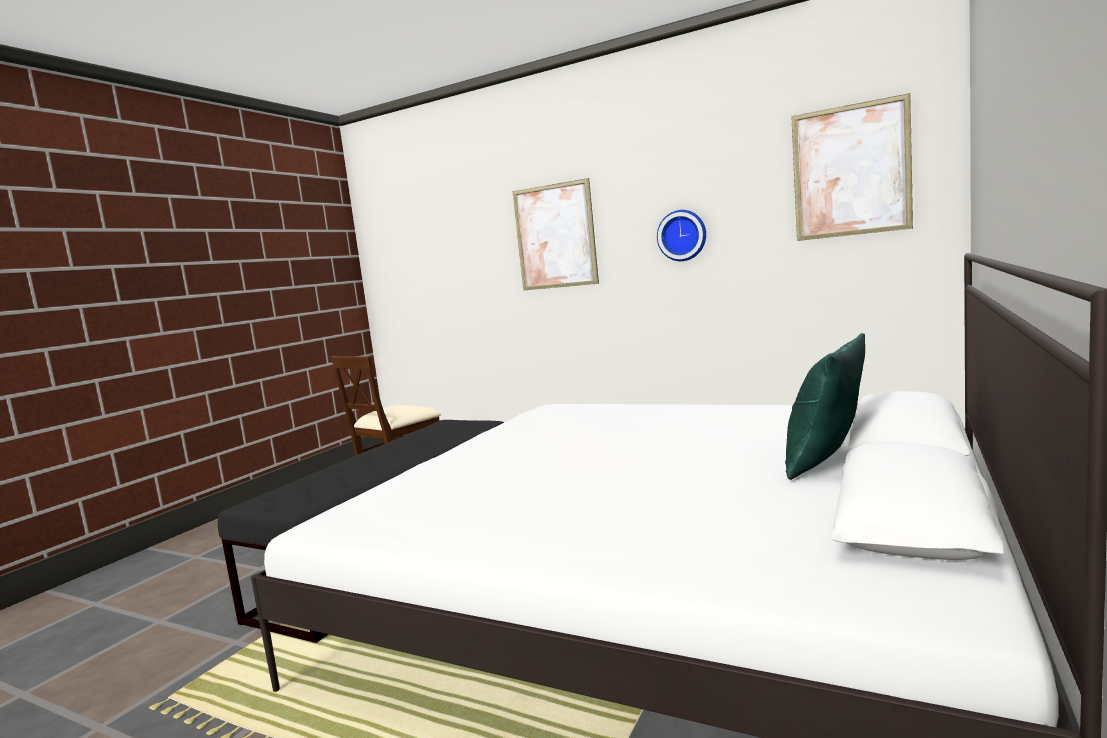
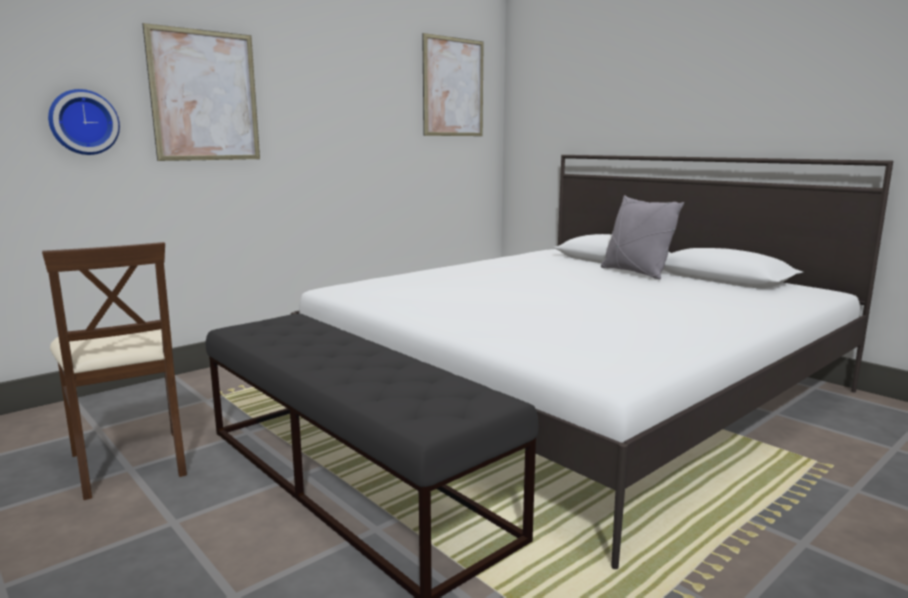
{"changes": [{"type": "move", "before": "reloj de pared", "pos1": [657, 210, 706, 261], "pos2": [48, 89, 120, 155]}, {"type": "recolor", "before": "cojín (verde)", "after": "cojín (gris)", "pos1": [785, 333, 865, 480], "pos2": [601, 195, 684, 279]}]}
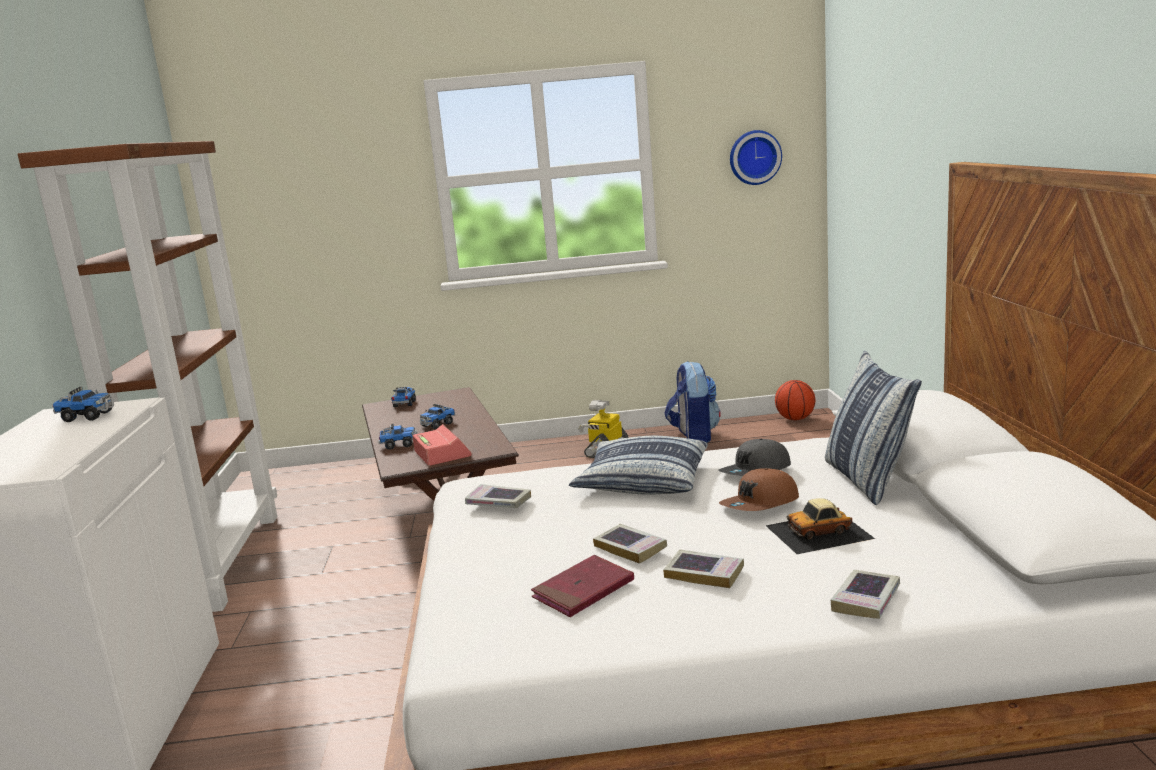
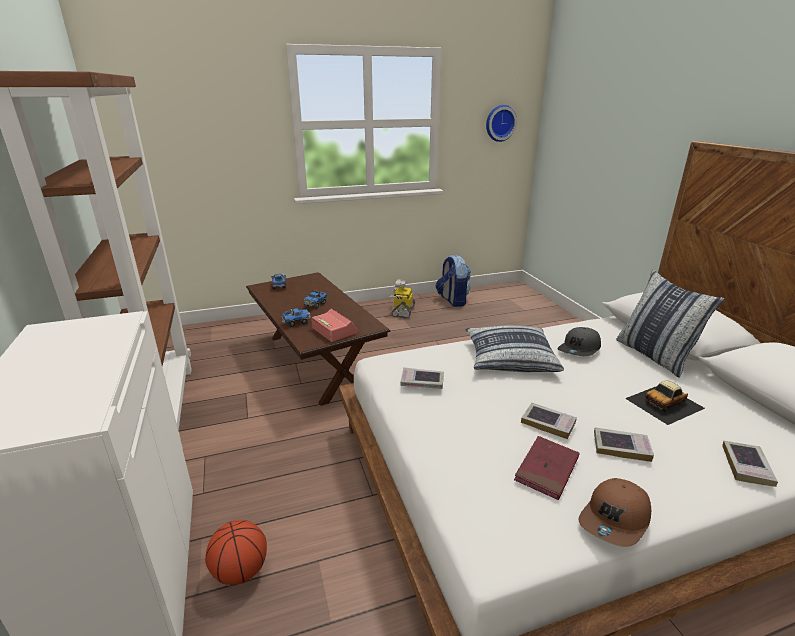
{"changes": [{"type": "move", "before": "balón de baloncesto", "pos1": [775, 380, 815, 420], "pos2": [205, 520, 267, 585]}, {"type": "move", "before": "gorra (marrón)", "pos1": [719, 468, 799, 511], "pos2": [579, 478, 651, 547]}, {"type": "delete", "before": "camión de juguete", "pos1": [53, 387, 114, 422]}]}
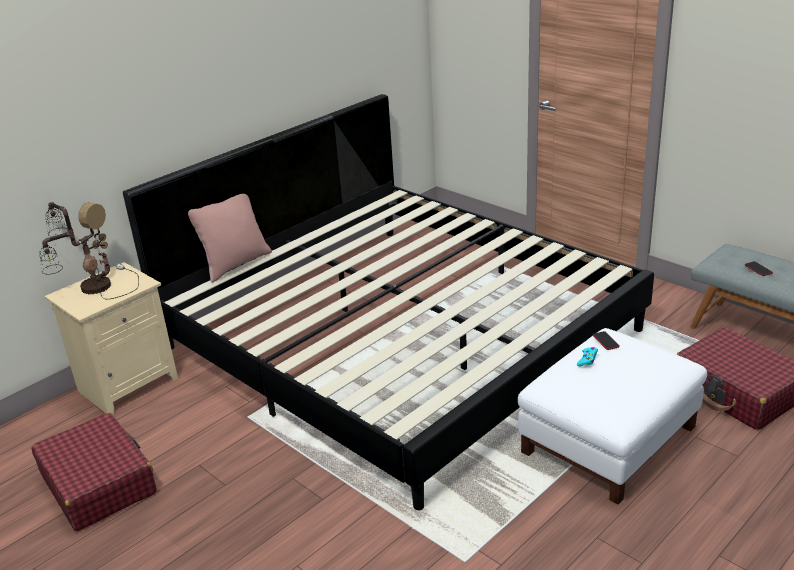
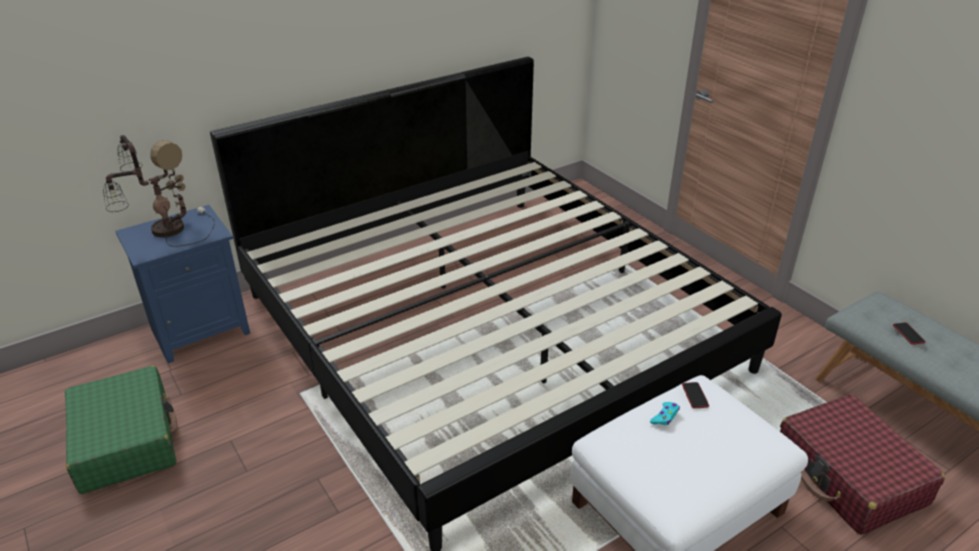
{"changes": [{"type": "recolor", "before": "maleta (rojo)", "after": "maleta (verde)", "pos1": [31, 412, 157, 531], "pos2": [65, 365, 178, 494]}, {"type": "recolor", "before": "mesita de noche (beis)", "after": "mesita de noche (azul)", "pos1": [45, 262, 178, 415], "pos2": [115, 205, 250, 363]}, {"type": "delete", "before": "cojín (rosa)", "pos1": [188, 194, 272, 283]}]}
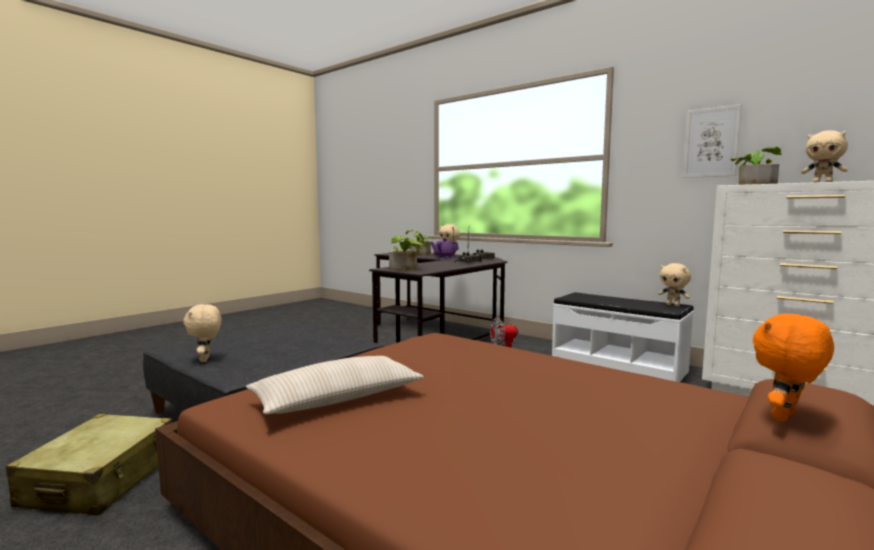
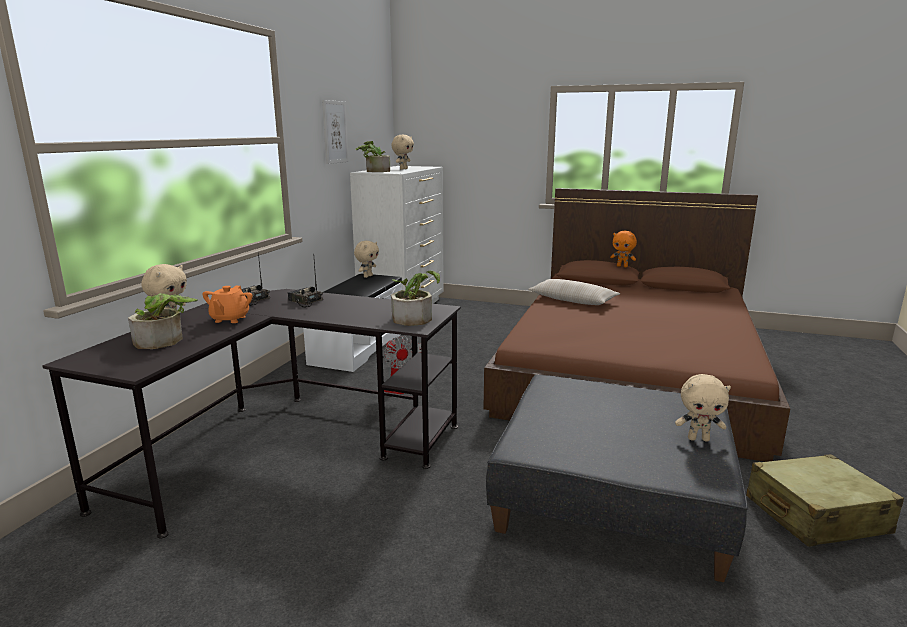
{"changes": [{"type": "recolor", "before": "tetera (morado)", "after": "tetera (naranja)", "pos1": [430, 238, 459, 258], "pos2": [202, 286, 252, 323]}, {"type": "move", "before": "cojín (beis)", "pos1": [246, 356, 424, 414], "pos2": [528, 279, 620, 305]}, {"type": "rotate", "before": "peluche (beis)", "pos1": [183, 304, 221, 362], "pos2": [675, 374, 731, 442], "turn": 45}]}
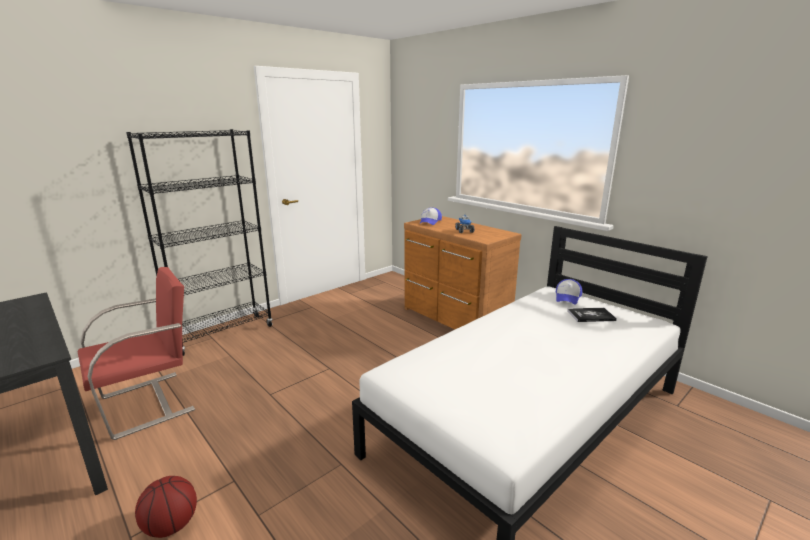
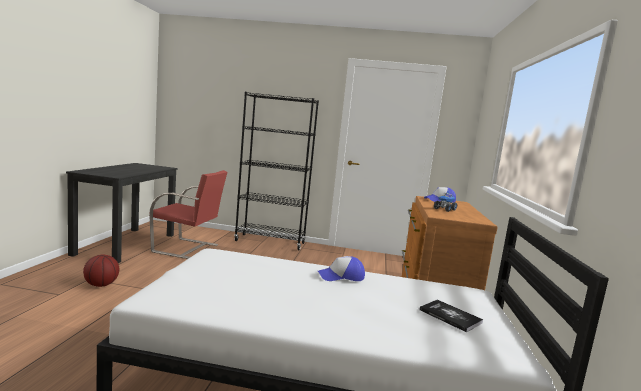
{"changes": [{"type": "move", "before": "gorra", "pos1": [556, 279, 582, 305], "pos2": [318, 256, 365, 281]}]}
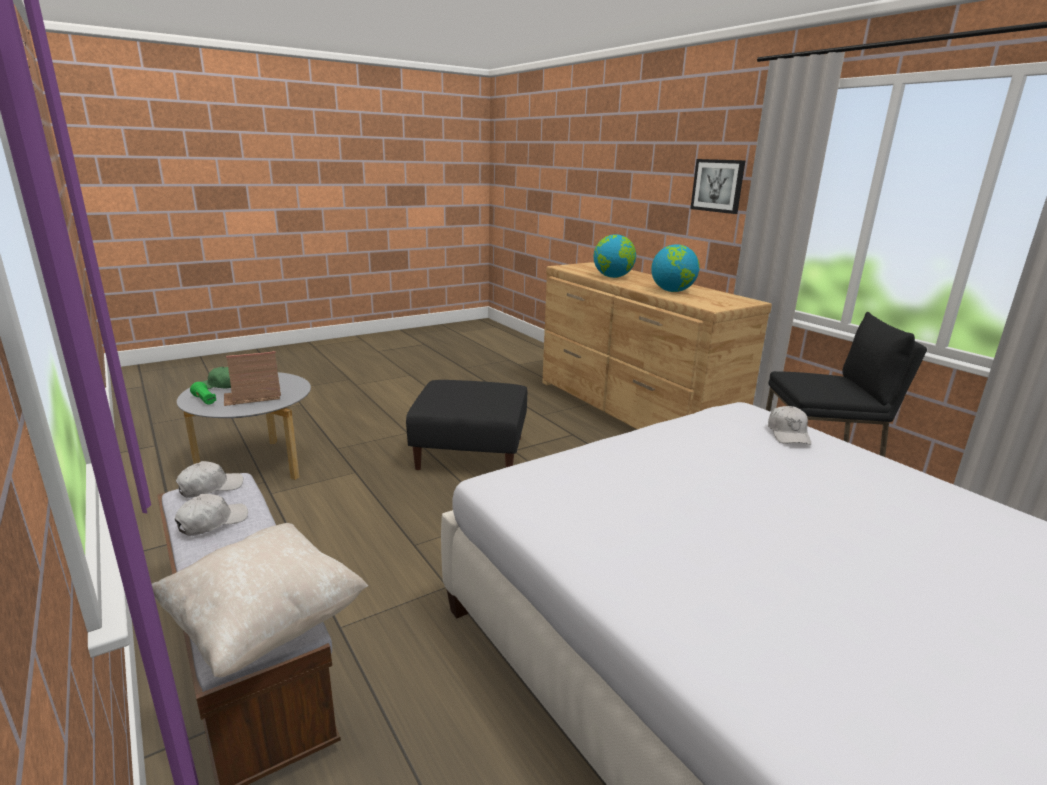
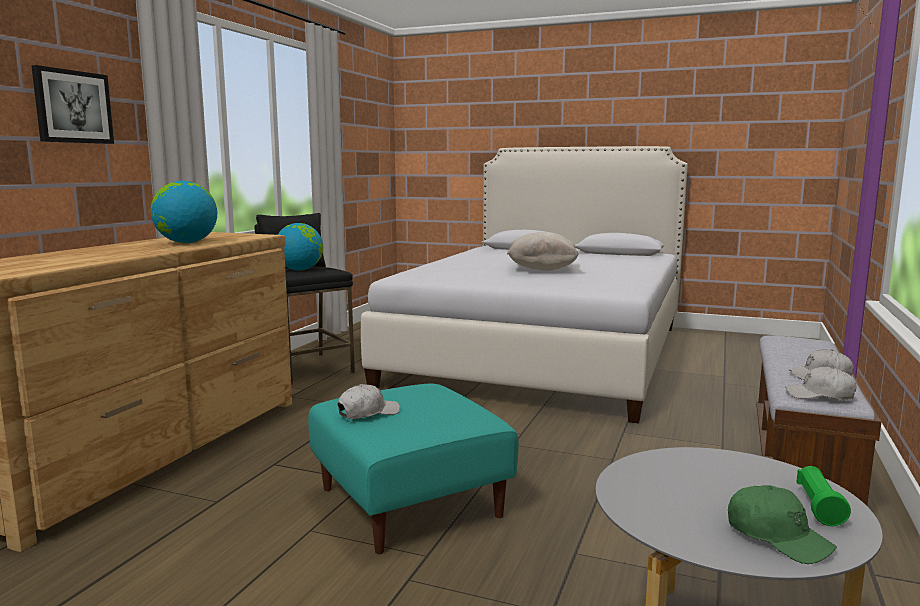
{"changes": [{"type": "move", "before": "globo terráqueo", "pos1": [593, 234, 636, 278], "pos2": [278, 223, 323, 271]}, {"type": "recolor", "before": "puf (negro)", "after": "puf (turquesa)", "pos1": [406, 380, 527, 470], "pos2": [308, 384, 518, 554]}, {"type": "move", "before": "gorra (blanco)", "pos1": [768, 406, 812, 445], "pos2": [338, 384, 400, 419]}, {"type": "move", "before": "cojín (beis)", "pos1": [152, 523, 368, 677], "pos2": [507, 232, 579, 271]}, {"type": "delete", "before": "casita", "pos1": [224, 351, 281, 406]}]}
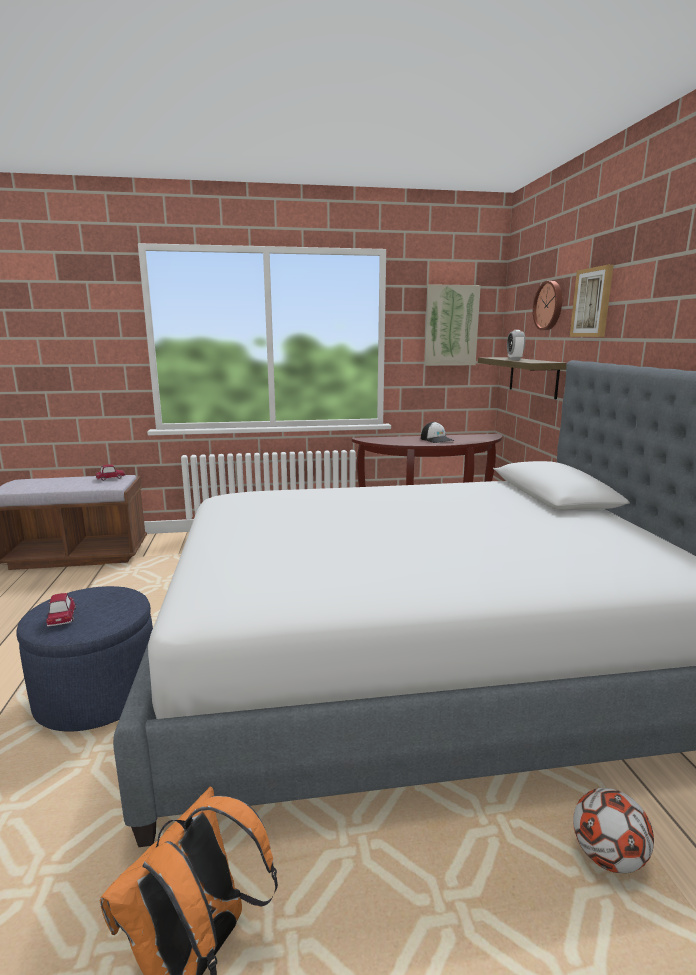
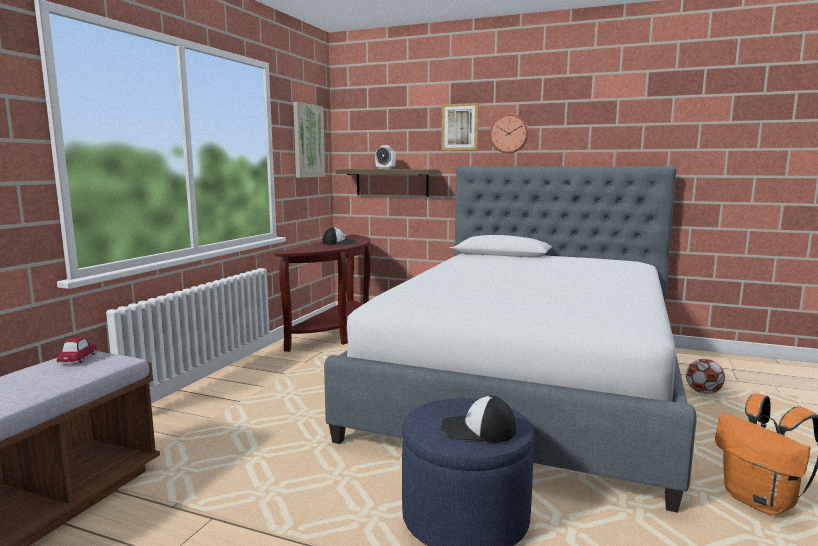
{"changes": [{"type": "replace", "before": "coche de juguete", "after": "gorra", "pos1": [46, 593, 76, 626], "pos2": [442, 396, 516, 443]}, {"type": "move", "before": "reloj de pared", "pos1": [533, 281, 562, 330], "pos2": [490, 114, 529, 153]}]}
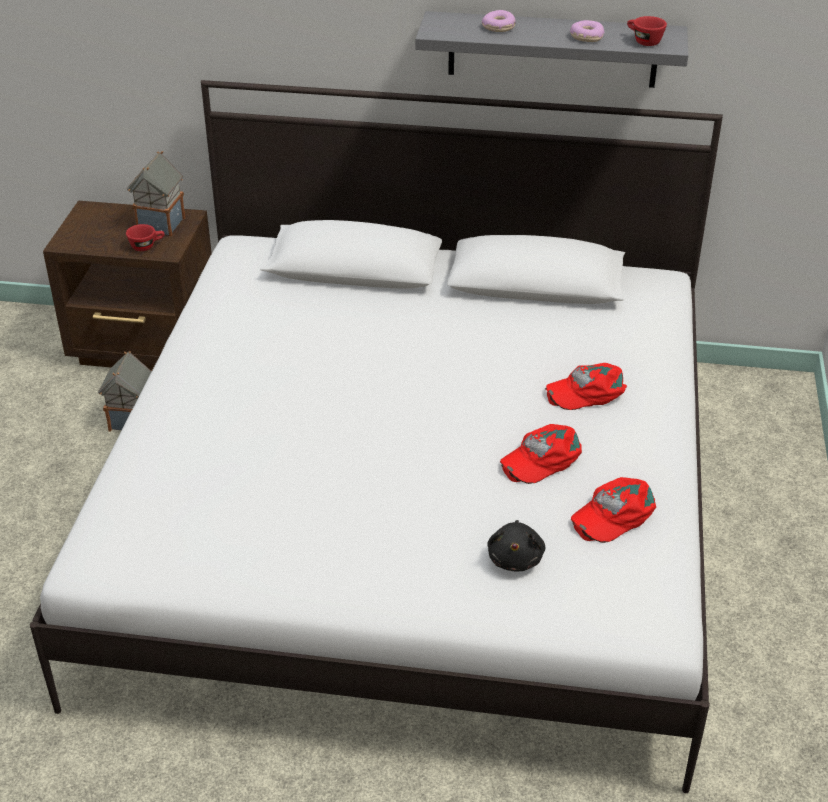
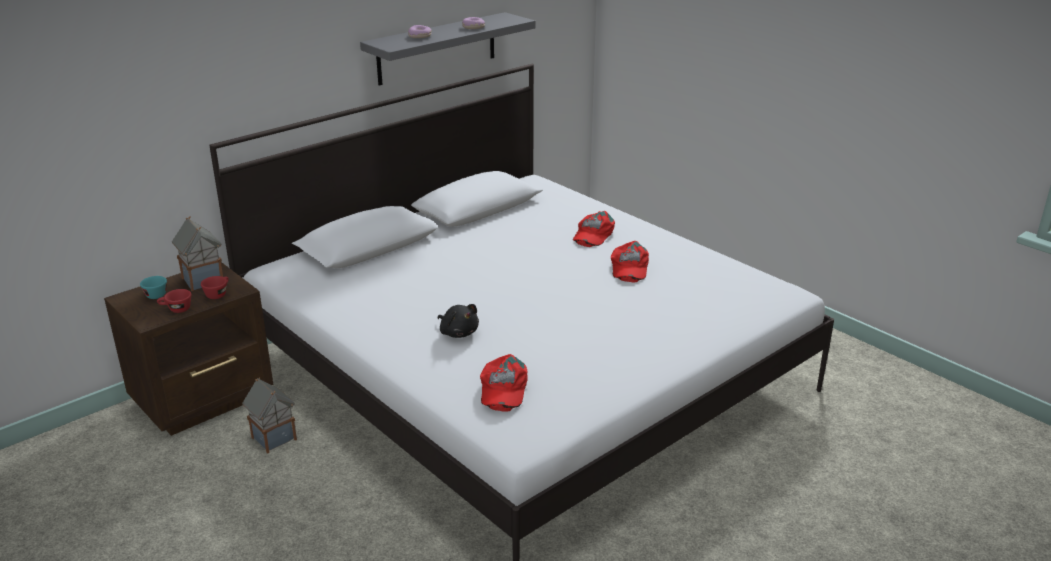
{"changes": [{"type": "insert", "after": "taza (turquesa)", "pos2": [140, 276, 167, 299]}, {"type": "move", "before": "taza (rojo)", "pos1": [627, 16, 667, 46], "pos2": [157, 289, 191, 313]}, {"type": "move", "before": "peluche (negro)", "pos1": [487, 520, 545, 572], "pos2": [438, 304, 479, 338]}, {"type": "move", "before": "gorra (rojo)", "pos1": [571, 477, 656, 543], "pos2": [480, 354, 528, 412]}]}
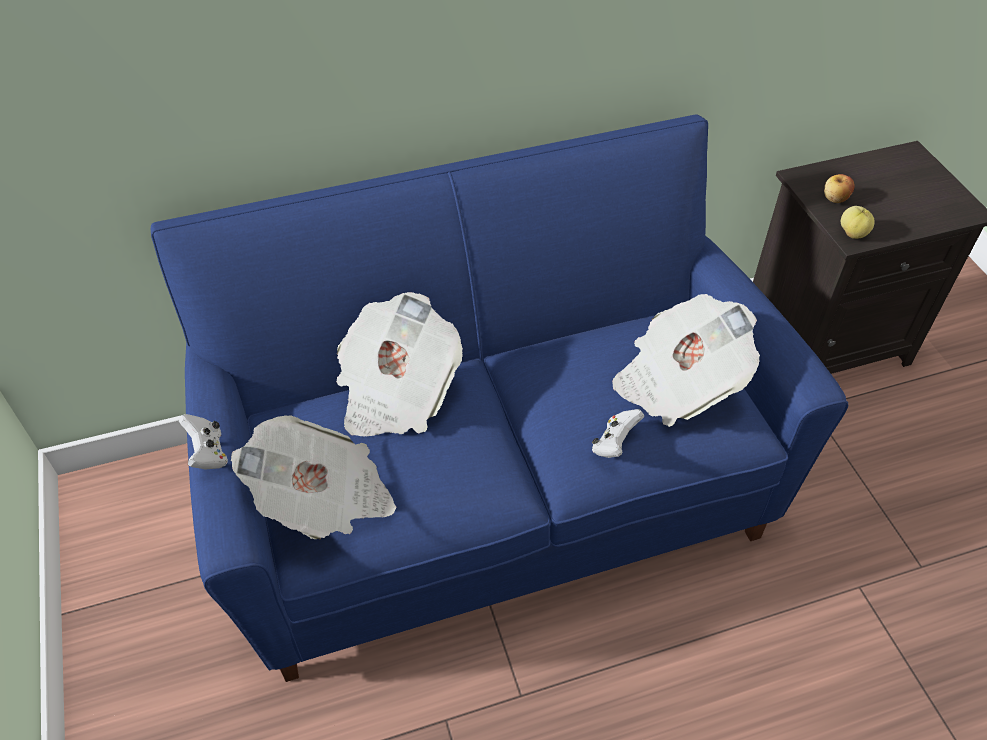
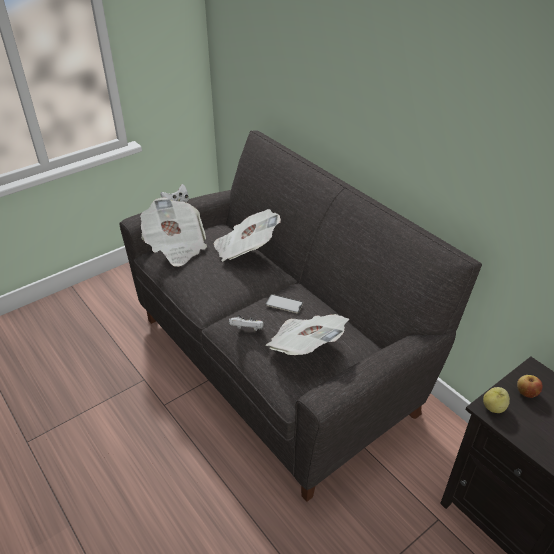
{"changes": [{"type": "recolor", "before": "sofá (azul)", "after": "sofá (gris)", "pos1": [151, 114, 848, 682], "pos2": [120, 130, 482, 502]}, {"type": "insert", "after": "móvil", "pos2": [265, 294, 303, 313]}]}
